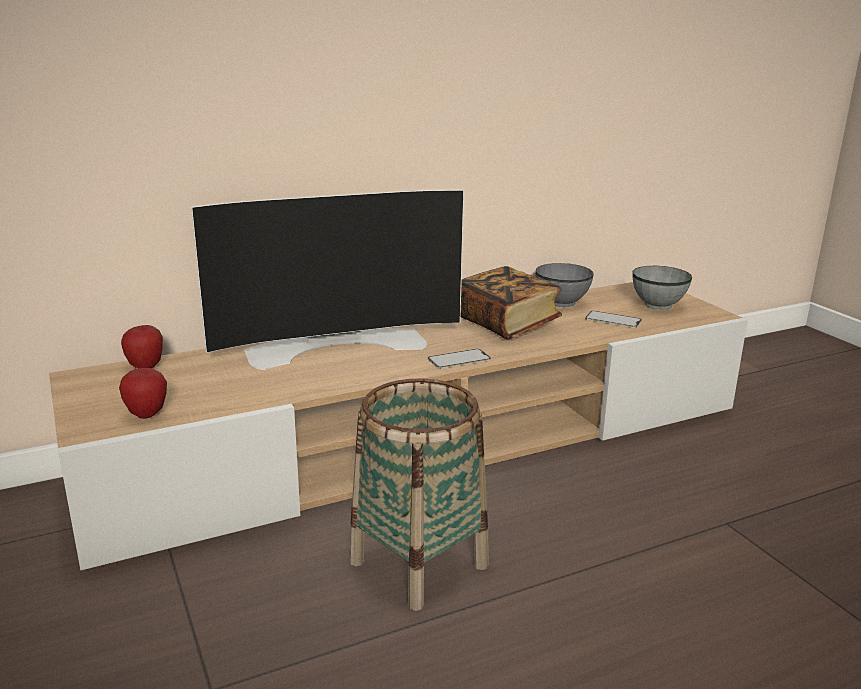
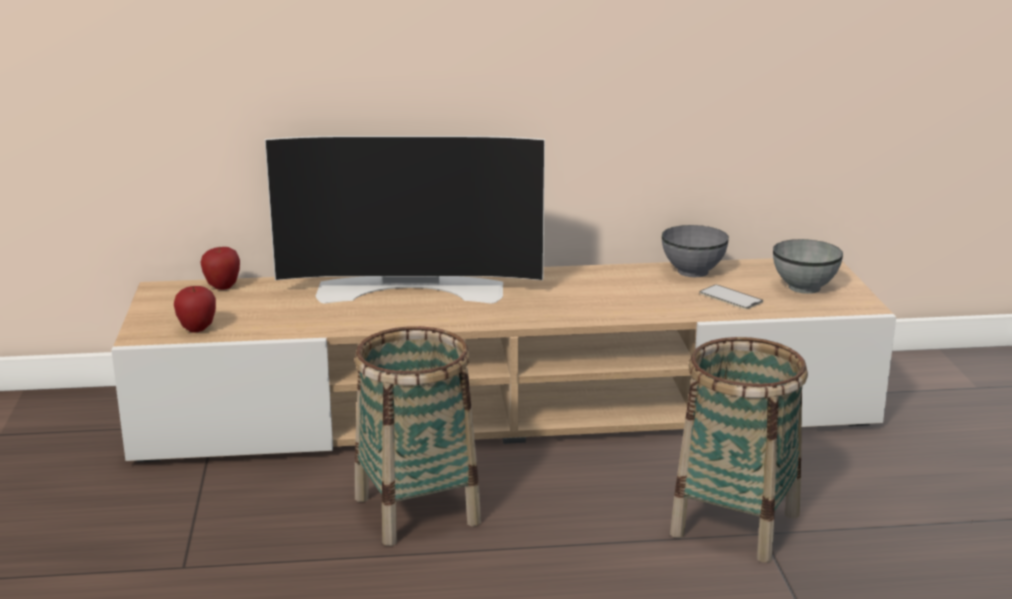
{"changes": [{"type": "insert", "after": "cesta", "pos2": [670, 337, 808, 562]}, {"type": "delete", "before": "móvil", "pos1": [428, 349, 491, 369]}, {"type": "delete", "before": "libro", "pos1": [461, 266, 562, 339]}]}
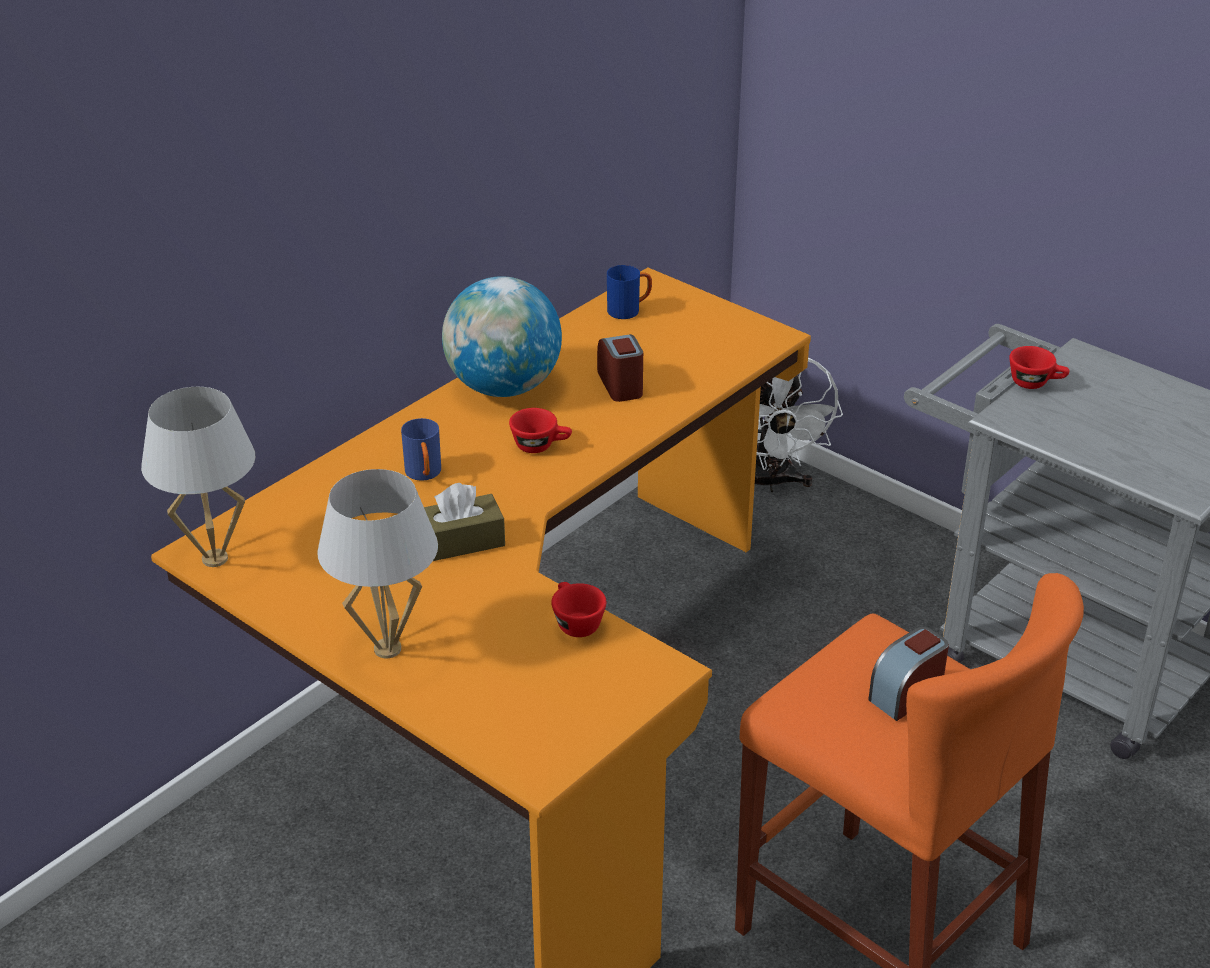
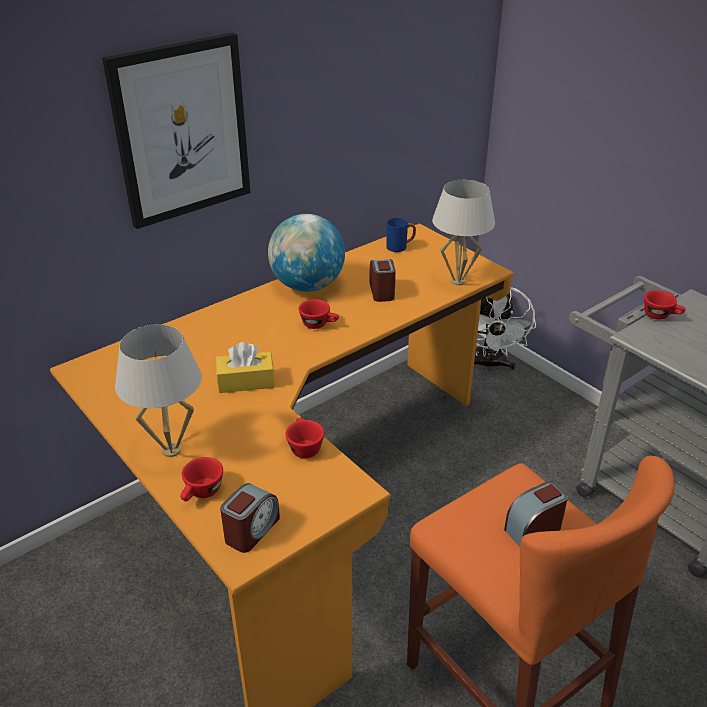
{"changes": [{"type": "insert", "after": "cuadro", "pos2": [102, 33, 251, 229]}, {"type": "insert", "after": "taza (rojo)", "pos2": [180, 457, 223, 501]}, {"type": "recolor", "before": "caja de pañuelos (marrón)", "after": "caja de pañuelos (amarillo)", "pos1": [424, 483, 505, 561], "pos2": [216, 342, 275, 393]}, {"type": "insert", "after": "despertador", "pos2": [220, 483, 280, 553]}, {"type": "move", "before": "lámpara de mesa (blanco)", "pos1": [141, 387, 255, 567], "pos2": [432, 180, 495, 285]}, {"type": "delete", "before": "taza grande (azul)", "pos1": [401, 418, 441, 481]}]}
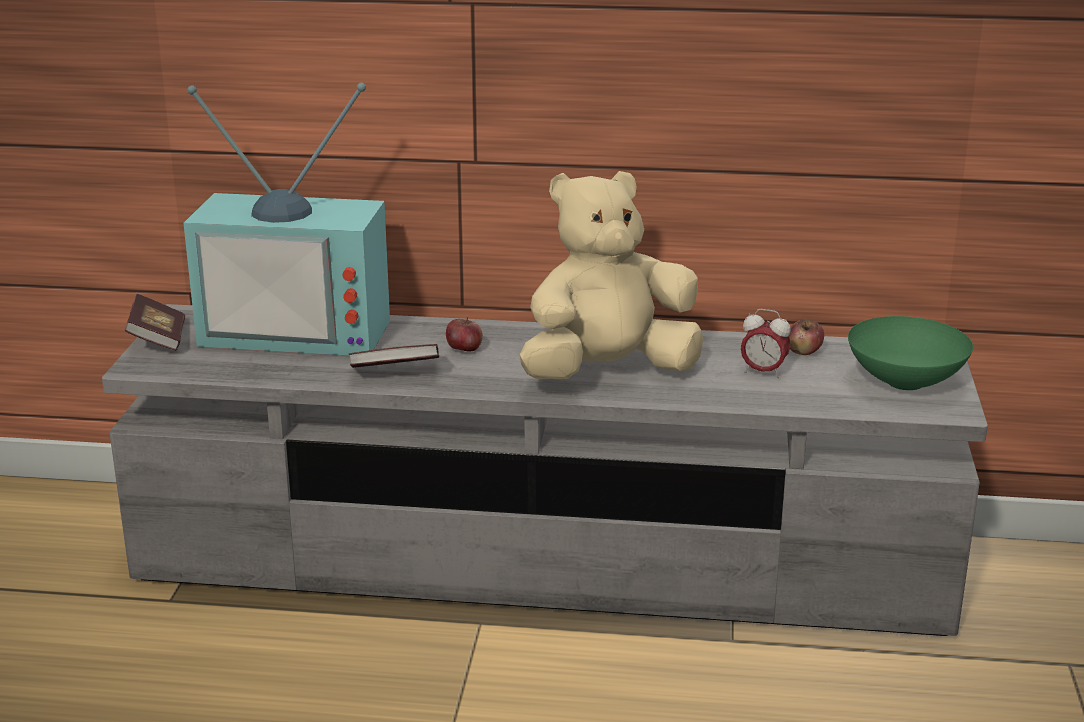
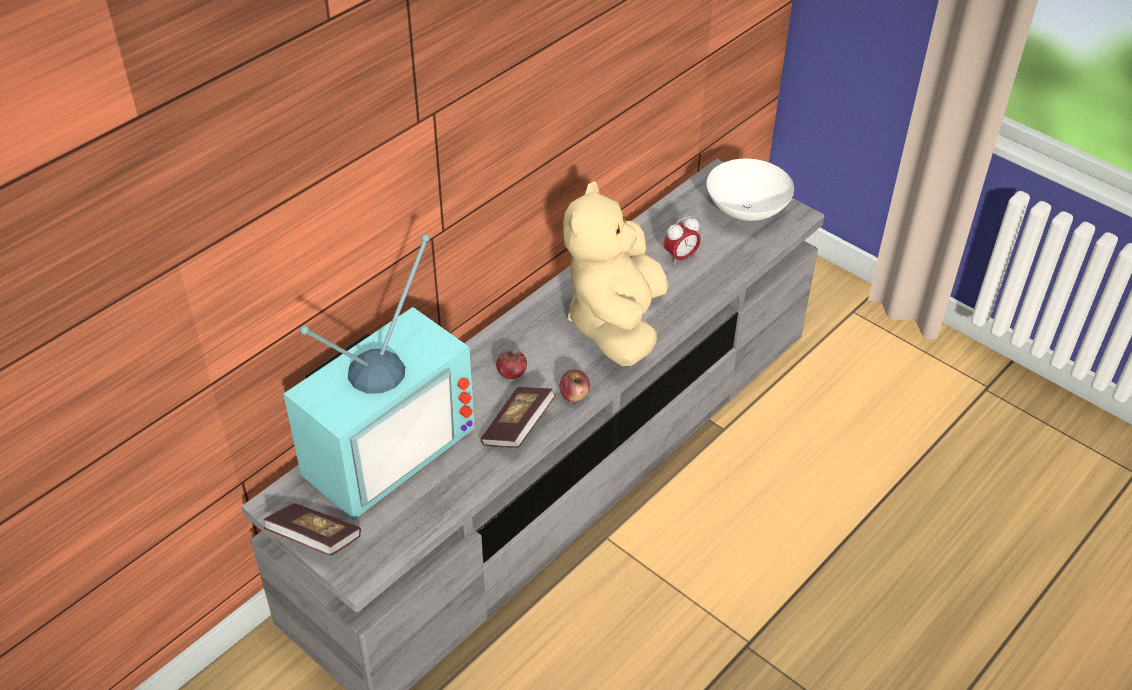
{"changes": [{"type": "move", "before": "manzana", "pos1": [789, 319, 824, 355], "pos2": [560, 370, 590, 402]}, {"type": "recolor", "before": "cuenco (verde)", "after": "cuenco (blanco)", "pos1": [848, 316, 973, 390], "pos2": [706, 159, 794, 221]}]}
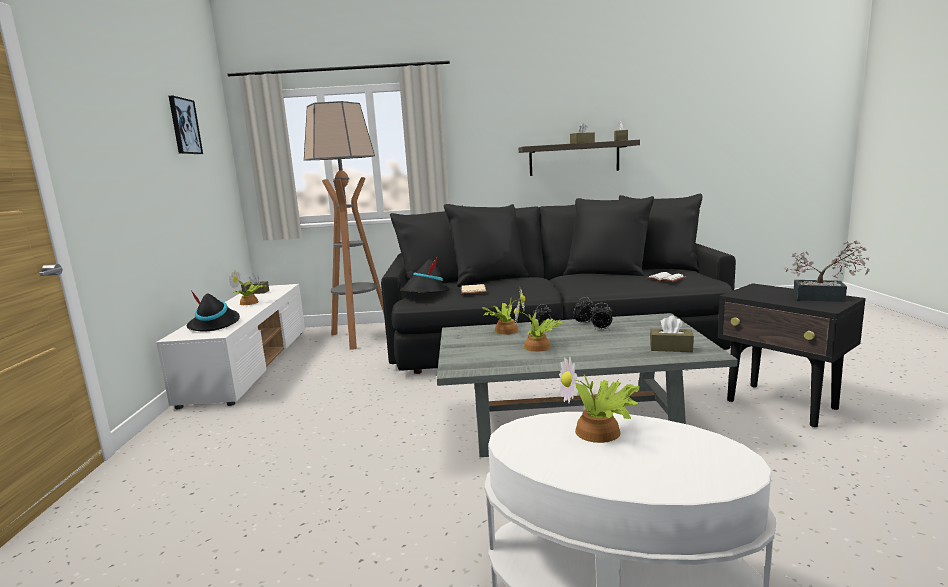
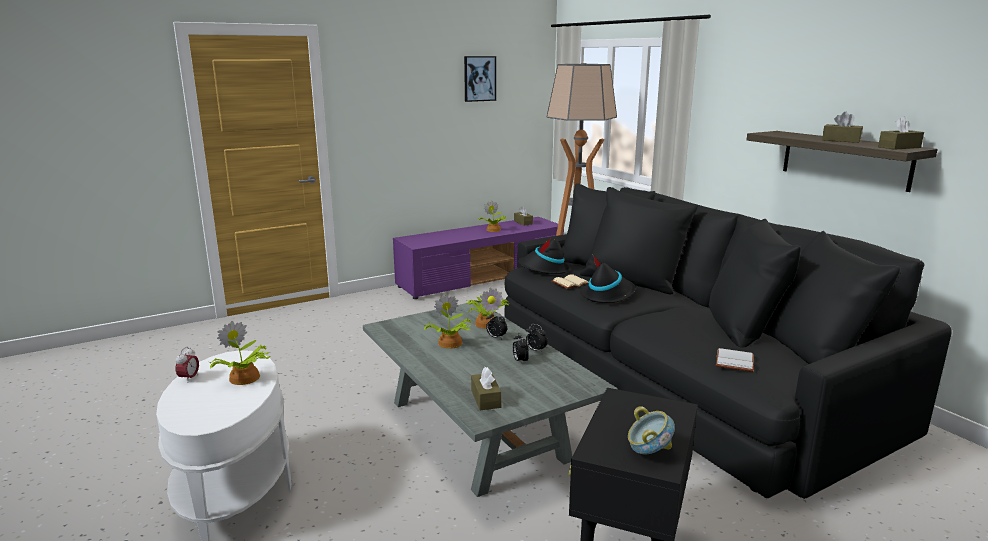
{"changes": [{"type": "insert", "after": "despertador", "pos2": [176, 347, 199, 383]}, {"type": "recolor", "before": "mueble de televisión (blanco)", "after": "mueble de televisión (morado)", "pos1": [156, 284, 305, 409], "pos2": [393, 217, 564, 299]}, {"type": "move", "before": "sombrero (negro)", "pos1": [187, 291, 240, 331], "pos2": [580, 256, 635, 303]}, {"type": "replace", "before": "planta en maceta", "after": "cuenco", "pos1": [783, 240, 870, 302], "pos2": [628, 406, 675, 455]}]}
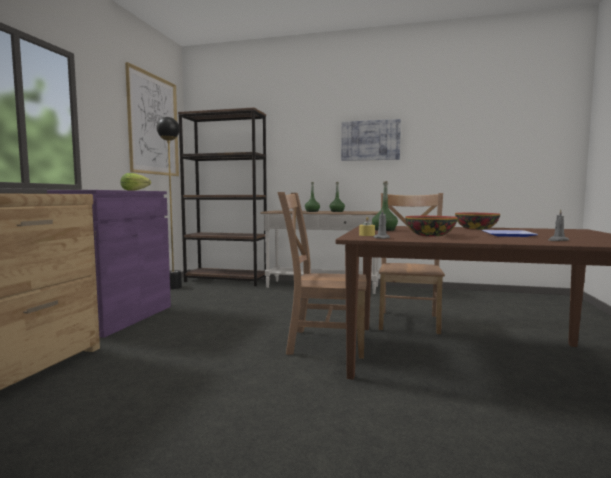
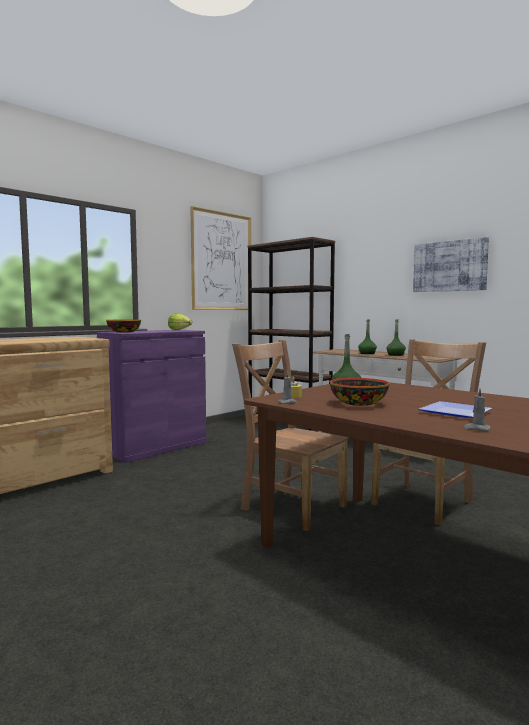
{"changes": [{"type": "move", "before": "cuenco", "pos1": [455, 213, 500, 230], "pos2": [106, 320, 141, 333]}, {"type": "delete", "before": "lámpara de pie (negro)", "pos1": [157, 117, 182, 289]}]}
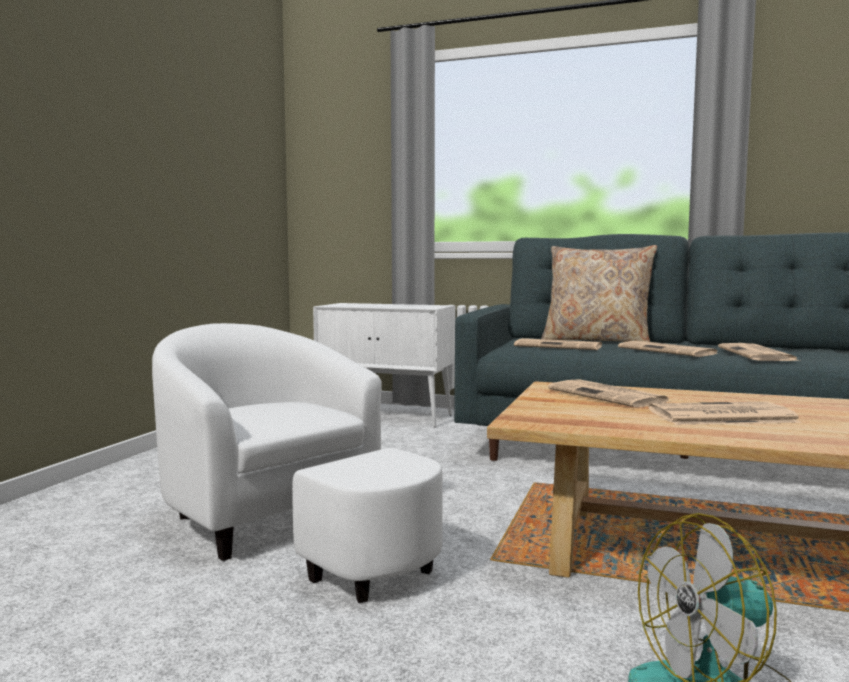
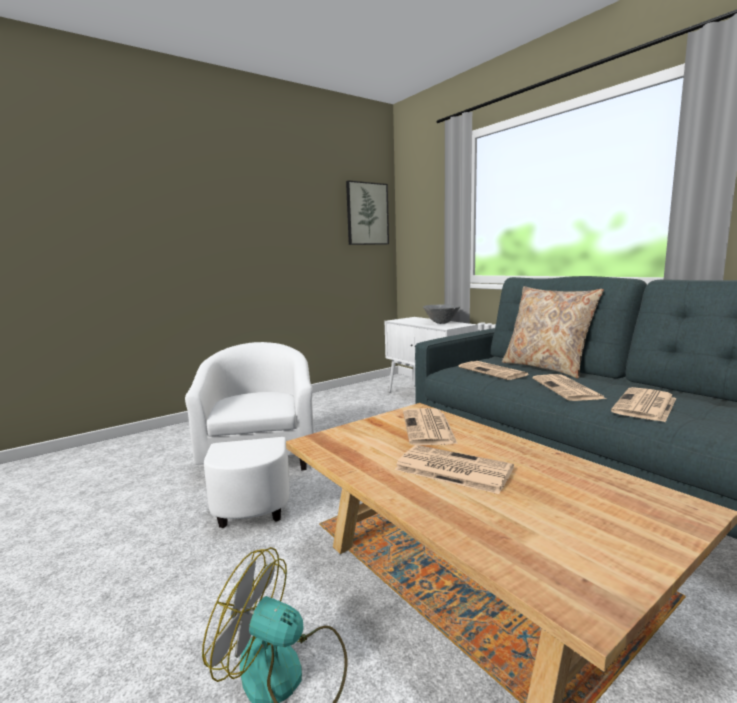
{"changes": [{"type": "insert", "after": "cuadro", "pos2": [346, 180, 389, 245]}, {"type": "insert", "after": "cuenco (gris)", "pos2": [423, 304, 460, 324]}]}
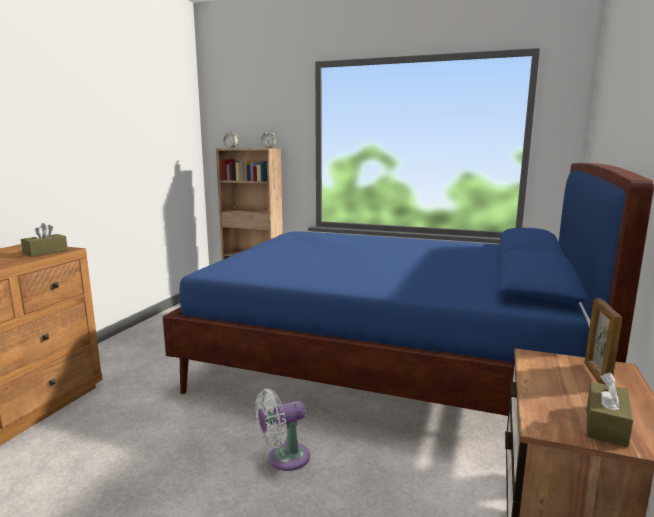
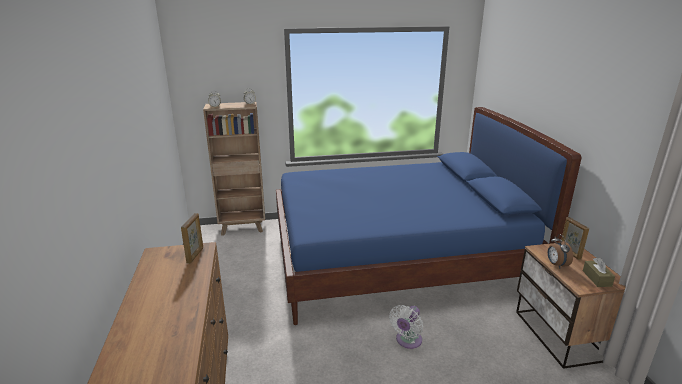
{"changes": [{"type": "replace", "before": "caja de pañuelos (marrón)", "after": "portarretratos", "pos1": [21, 223, 68, 257], "pos2": [181, 213, 203, 264]}, {"type": "insert", "after": "despertador", "pos2": [548, 234, 573, 269]}]}
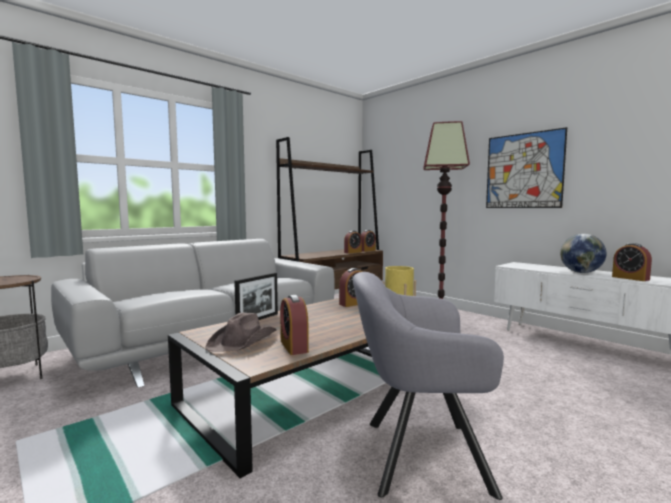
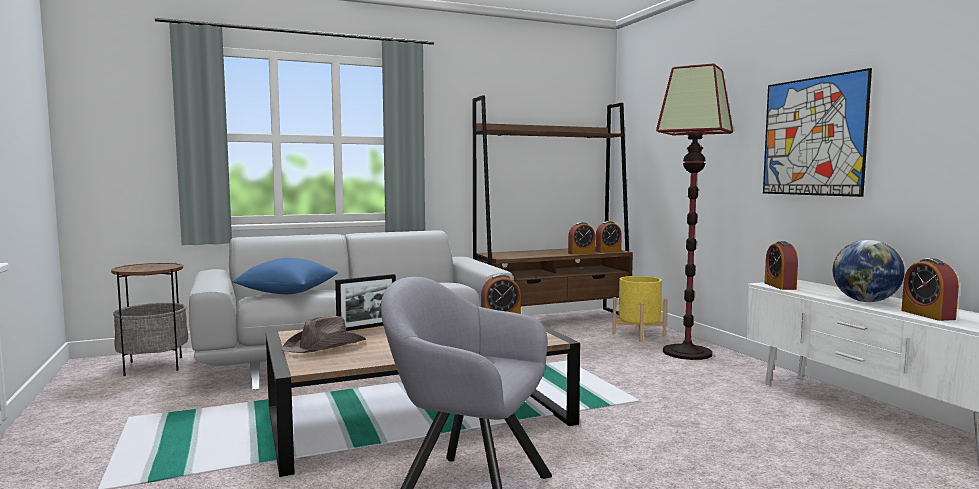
{"changes": [{"type": "insert", "after": "cojín (azul)", "pos2": [232, 258, 338, 294]}, {"type": "move", "before": "despertador", "pos1": [280, 295, 309, 355], "pos2": [765, 241, 798, 290]}]}
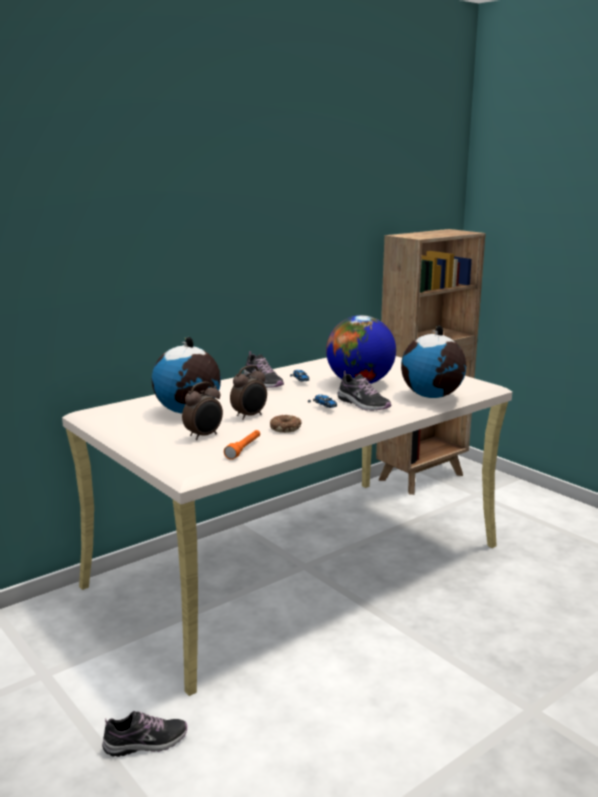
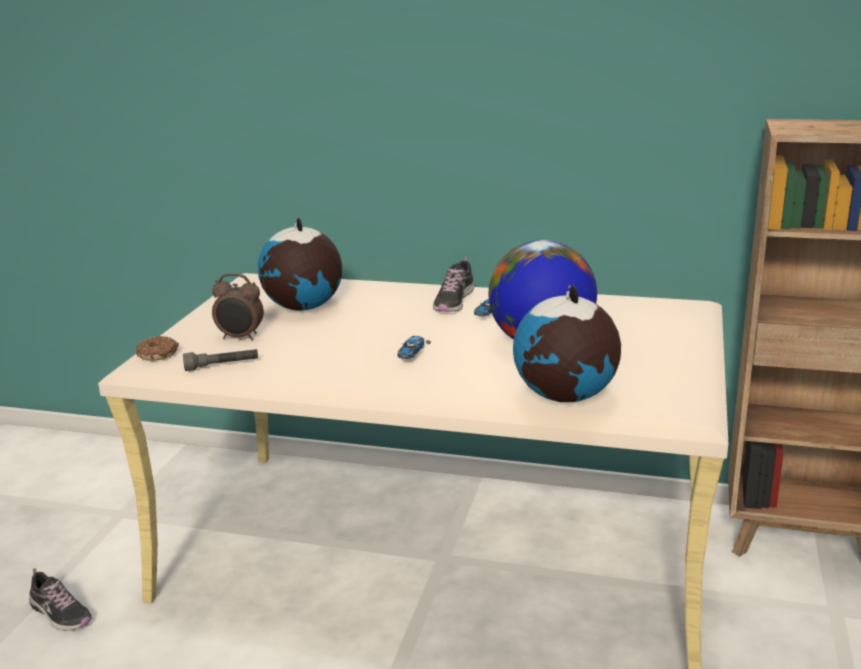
{"changes": [{"type": "move", "before": "rosquilla", "pos1": [270, 415, 302, 433], "pos2": [136, 336, 179, 361]}, {"type": "recolor", "before": "linterna (naranja)", "after": "linterna (gris)", "pos1": [224, 430, 260, 460], "pos2": [183, 349, 258, 371]}, {"type": "delete", "before": "despertador", "pos1": [230, 365, 267, 420]}, {"type": "delete", "before": "zapato", "pos1": [337, 371, 391, 411]}]}
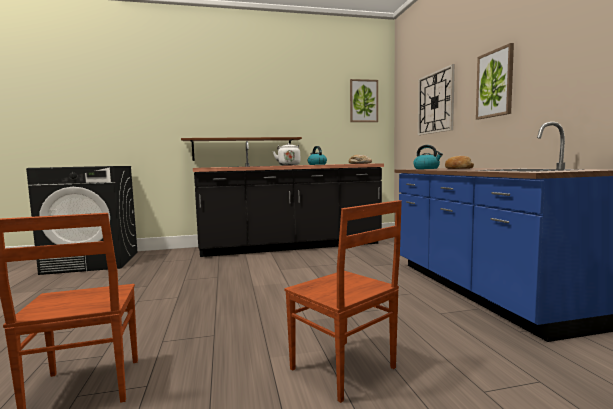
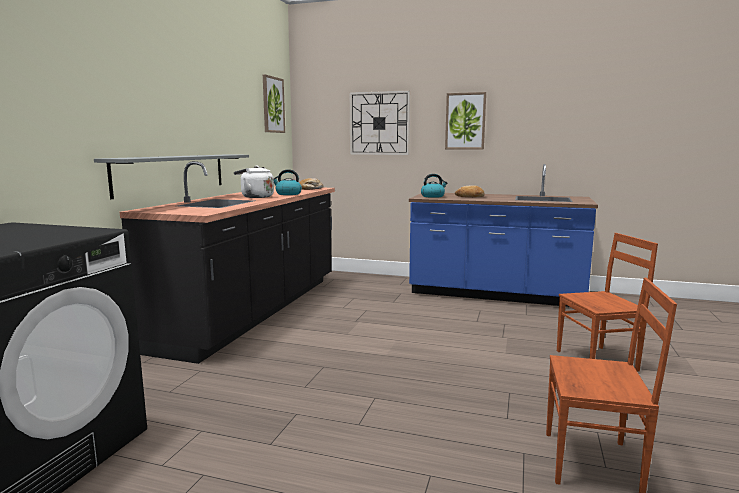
{"changes": [{"type": "recolor", "before": "estante (marrón)", "after": "estante (gris)", "pos1": [181, 137, 302, 161], "pos2": [94, 155, 249, 199]}]}
